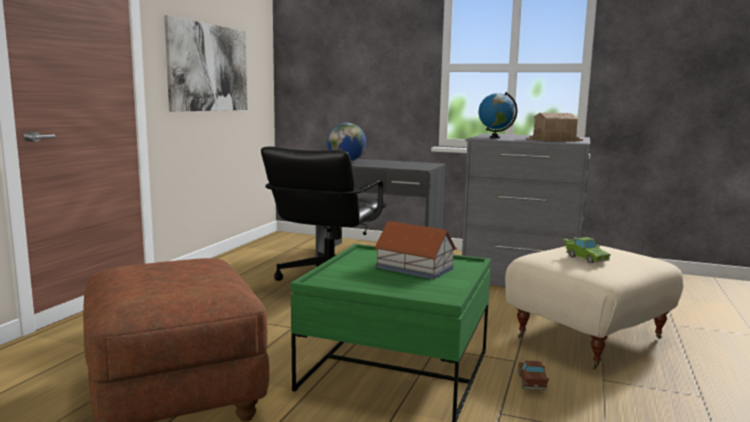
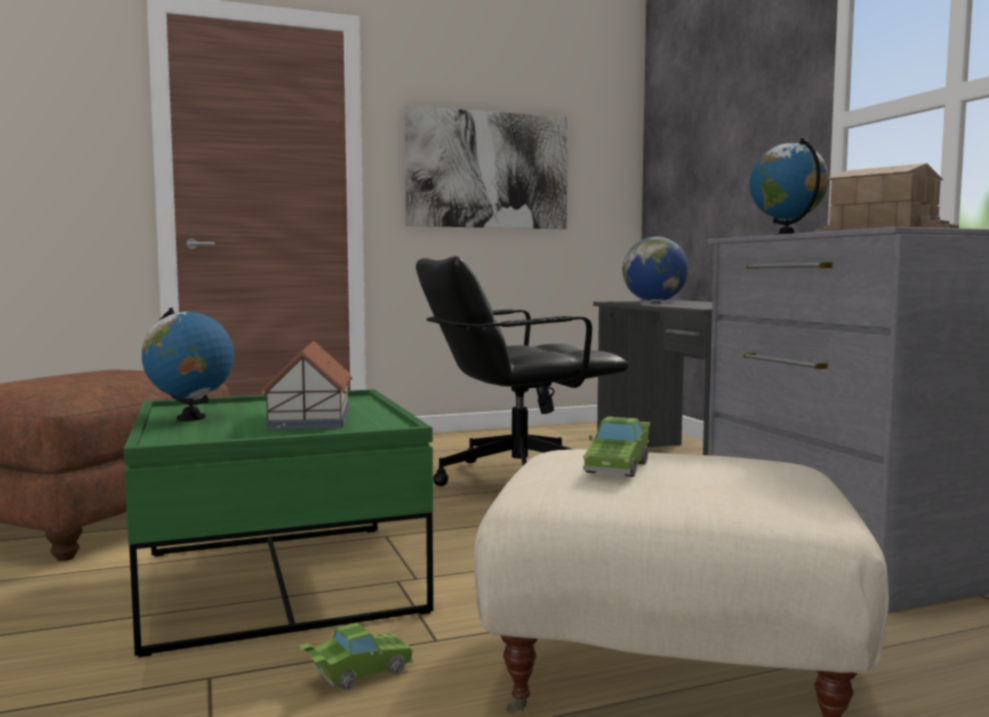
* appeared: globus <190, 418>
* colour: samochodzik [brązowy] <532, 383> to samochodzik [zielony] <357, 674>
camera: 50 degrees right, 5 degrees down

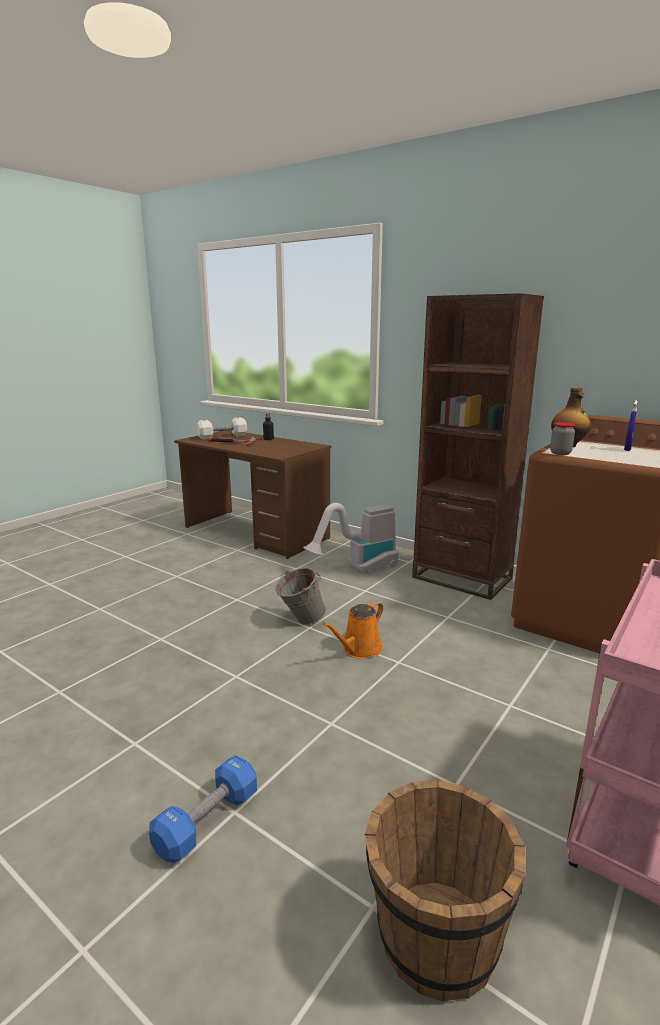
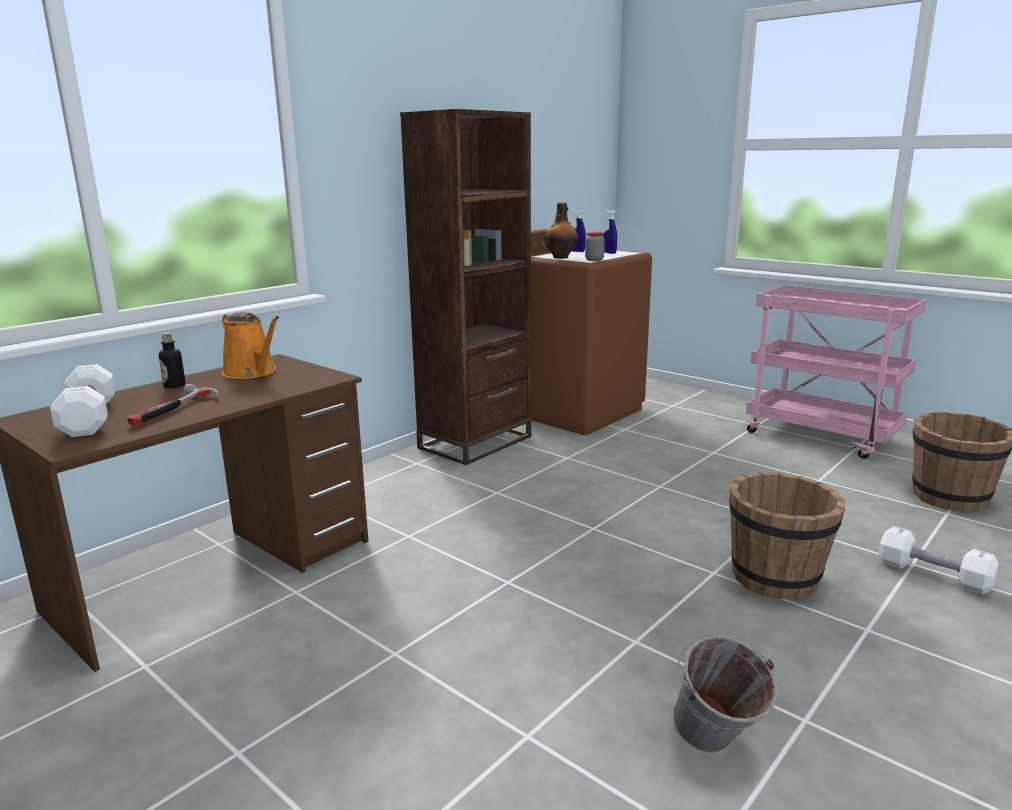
* relocated: konewka [pomarańczowy] <359, 649> to <252, 372>
* appeared: spryskiwacz [niebieski] <609, 253>
* relocated: wiadro [szary] <300, 621> to <716, 748>
* appeared: wiadro [brązowy] <776, 578>
* colour: hantel [niebieski] <207, 822> to hantel [biały] <933, 575>
* missing: odkurzacz <358, 569>
camera: 85 degrees left, 0 degrees up

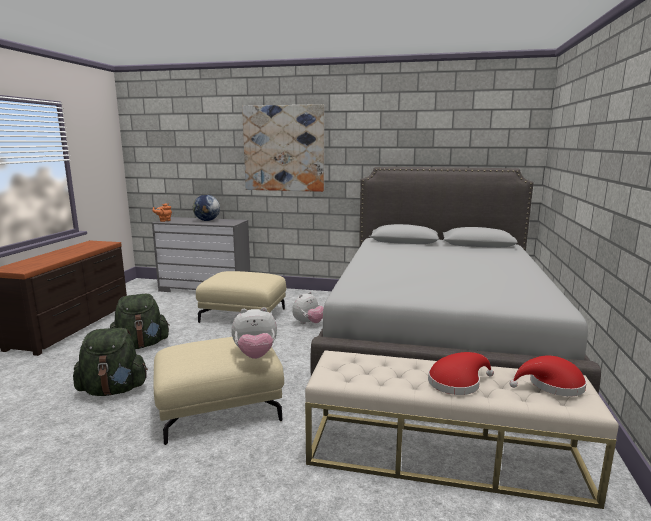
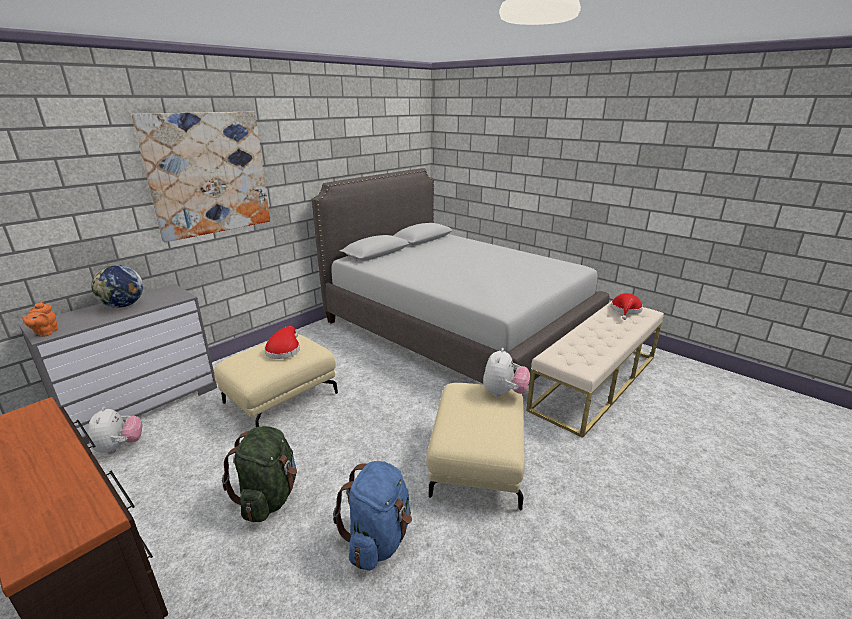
* relocated: pluszak <308, 323> to <120, 447>
* relocated: kapelusz [czerwony] <457, 382> to <284, 350>
* colour: plecak [zielony] <114, 390> to plecak [niebieski] <379, 538>
camera: 60 degrees left, 10 degrees up

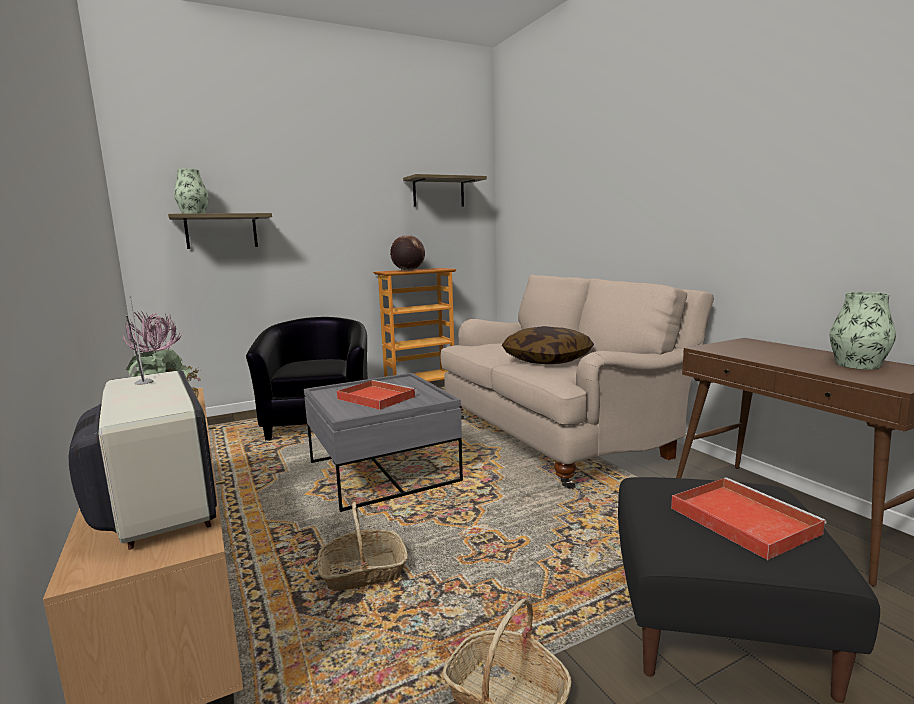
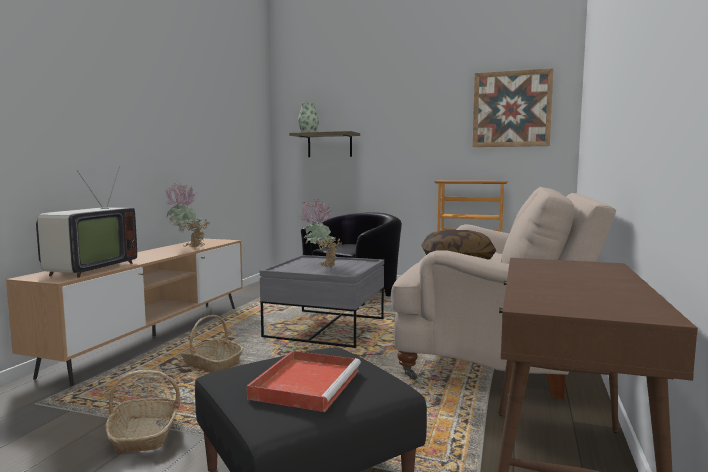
* exchanged: taca [czerwony] <375, 397> to roślina doniczkowa <320, 266>
* exchanged: półka <438, 192> to obraz <511, 109>
* missing: globus <408, 270>
* missing: wazon <857, 365>
camera: 45 degrees right, 5 degrees down

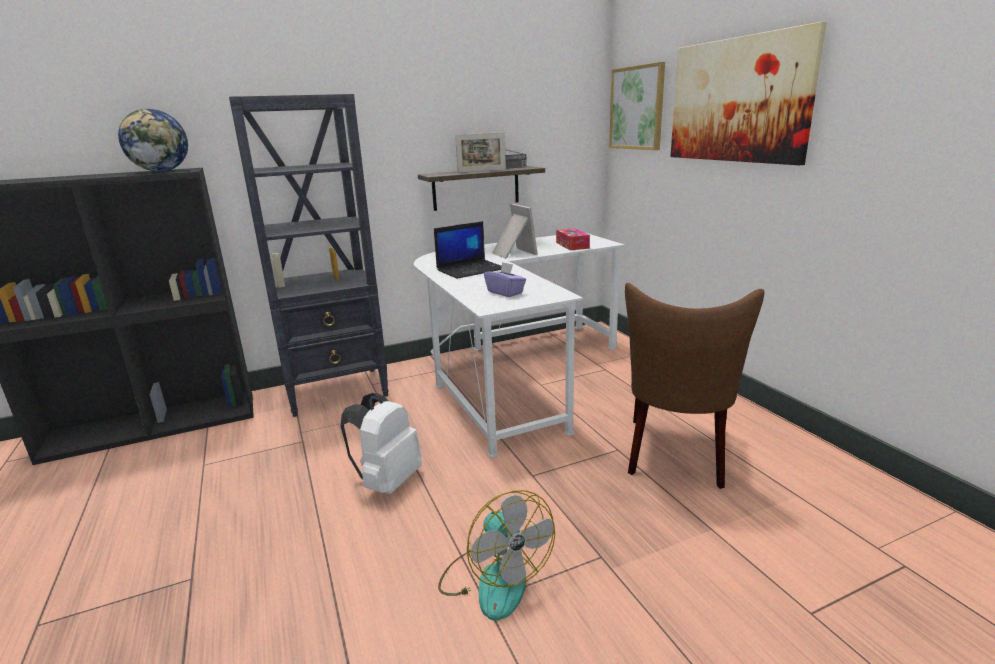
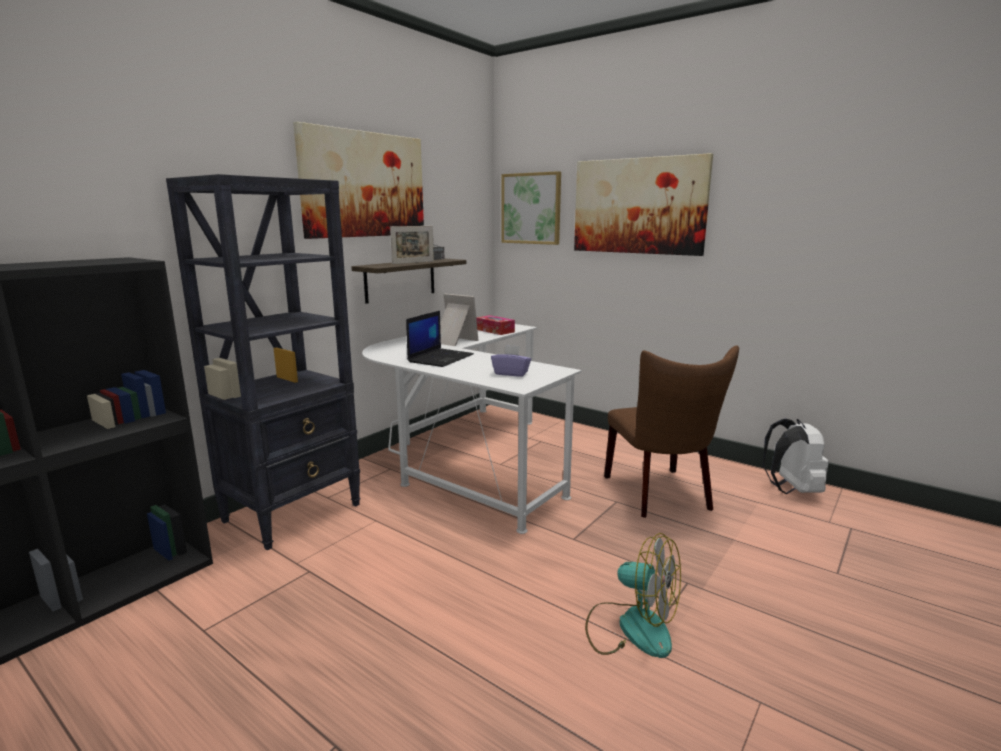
* appeared: obraz <364, 185>
* relocated: plecak [biały] <387, 481> to <791, 490>
* missing: globus <162, 171>
camera: 30 degrees left, 5 degrees down

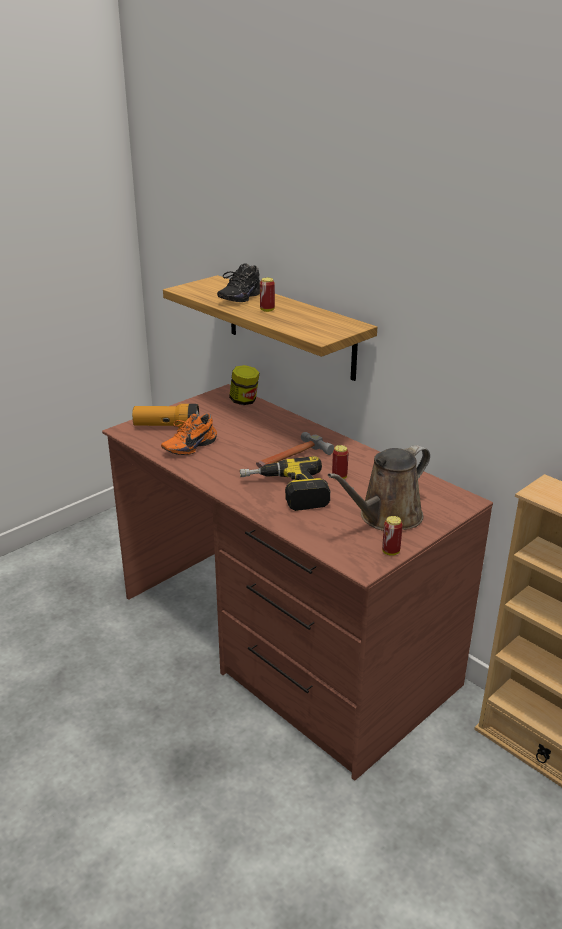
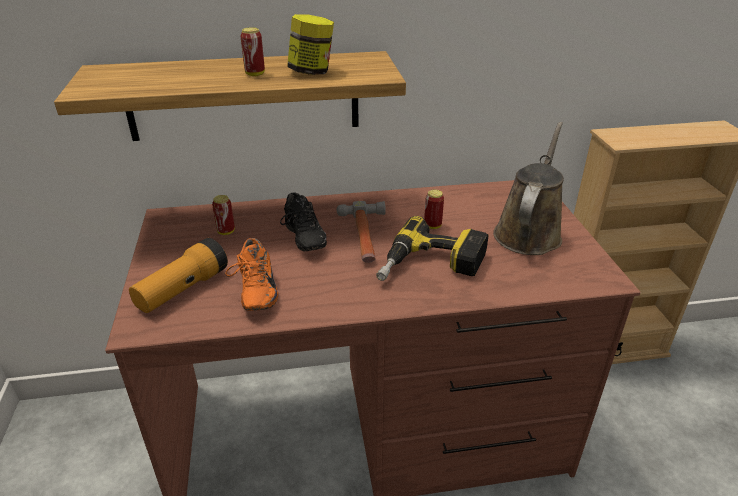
* relocated: puszka <390, 552> to <226, 232>
* relocated: but [czarny] <239, 298> to <302, 239>
* relocated: słoik <244, 401> to <312, 72>
* spun: konewka [brązowy] <386, 517> = <528, 232> 150 degrees counterclockwise
camera: 55 degrees left, 5 degrees up

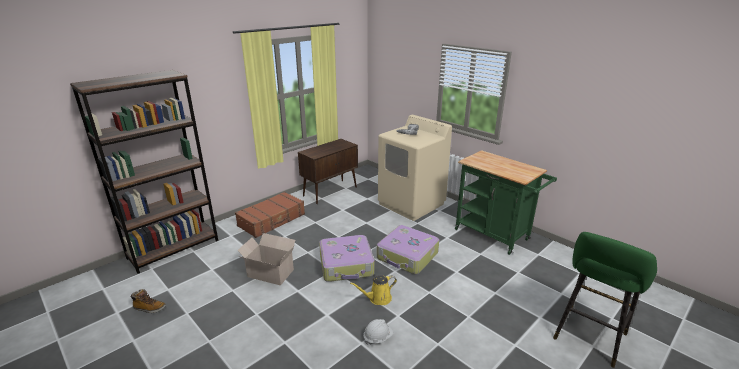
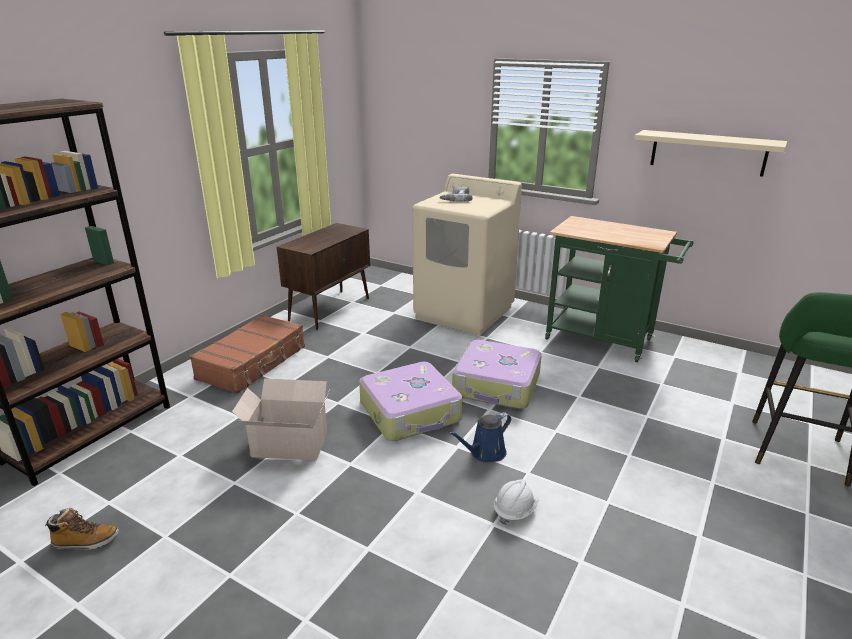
* colour: konewka [żółty] <378, 298> to konewka [niebieski] <485, 453>
* appeared: półka [beżowy] <708, 152>
camera: 15 degrees left, 0 degrees up

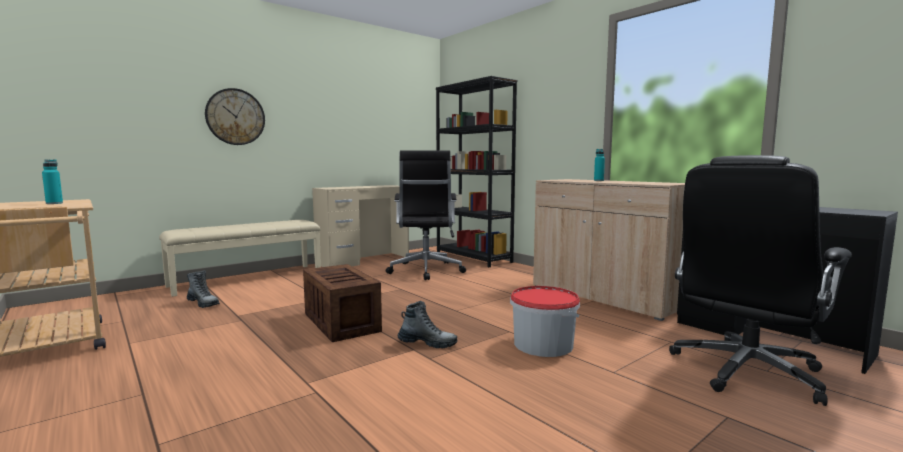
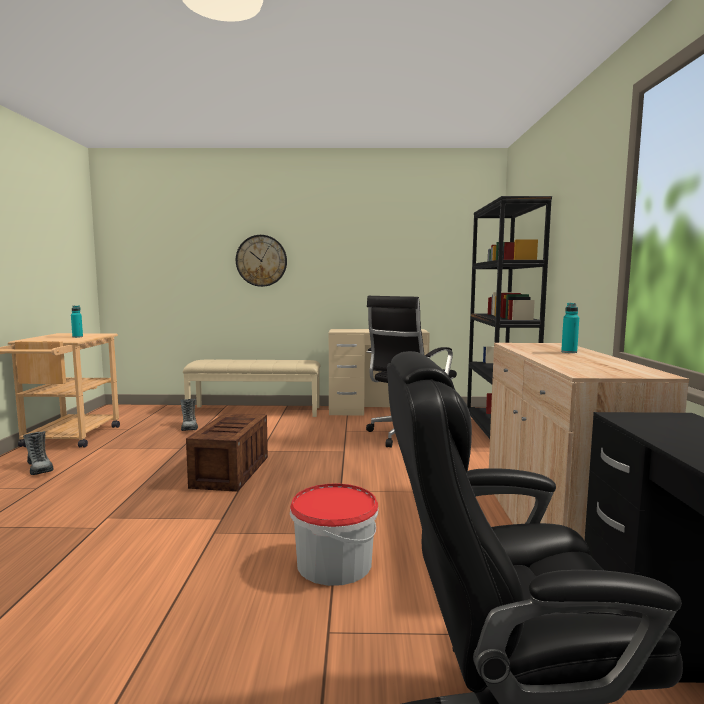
* relocated: but z cholewką <427, 343> to <39, 468>
camera: 40 degrees right, 0 degrees up

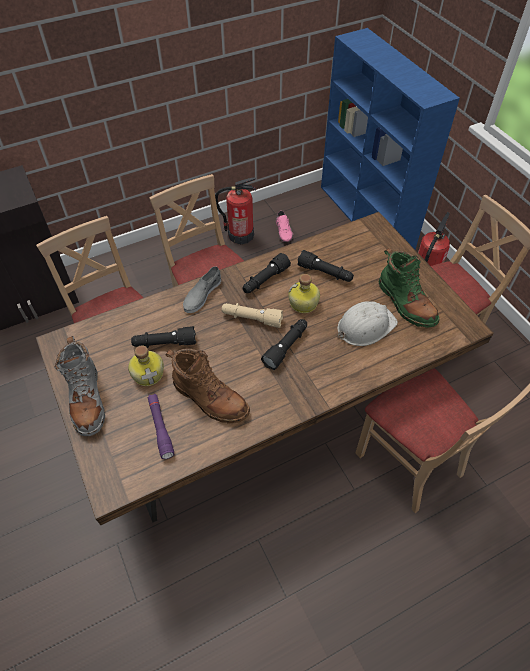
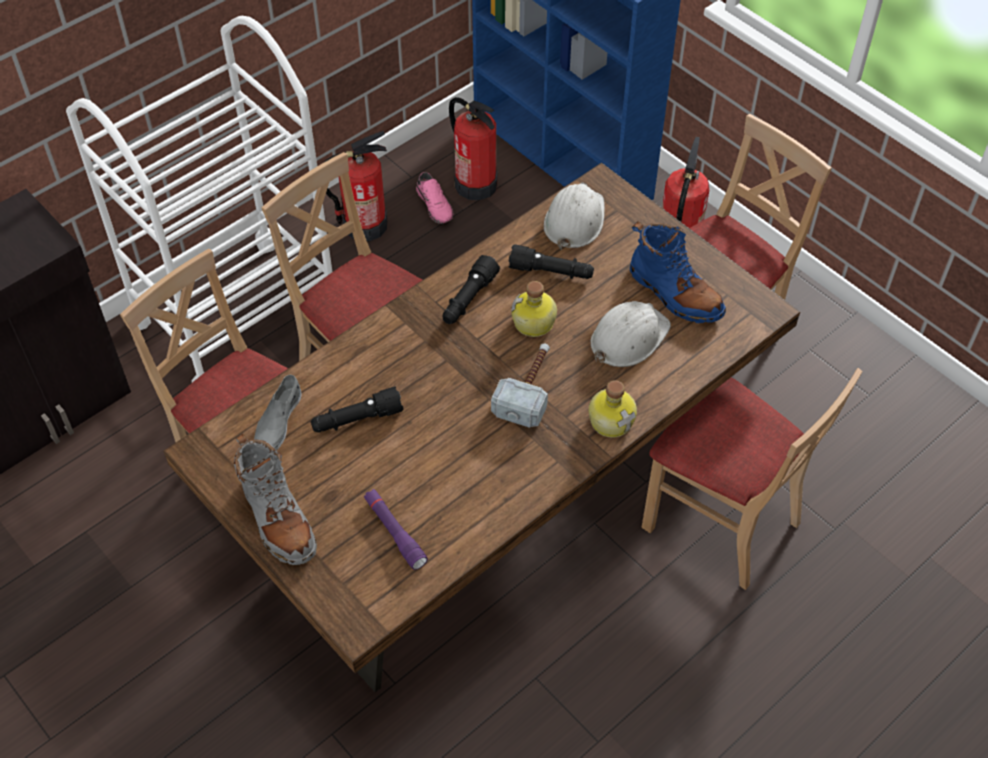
* appeared: wózek [biały] <237, 315>
* relocated: but [szary] <202, 294> to <278, 421>
* appeared: gaśnica <475, 184>
* exchanged: latarka [czarny] <286, 347> to młotek <529, 389>
* appeared: kask [biały] <574, 220>
* relocated: butelka <149, 373> to <611, 420>
* colour: but z cholewką [zielony] <405, 303> to but z cholewką [niebieski] <674, 293>
* missing: but z cholewką [brązowy] <210, 398>
* missing: latarka [beżowy] <252, 319>
camera: 15 degrees left, 0 degrees up

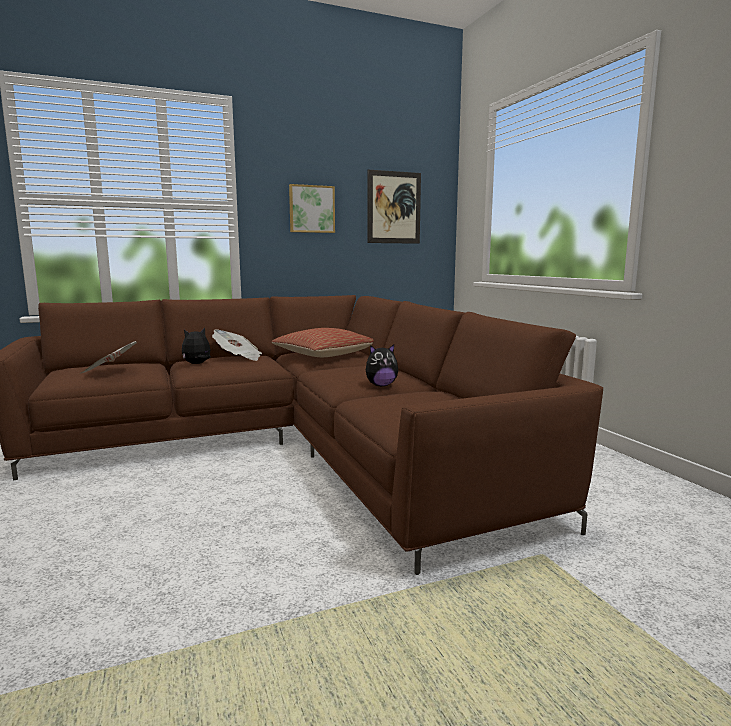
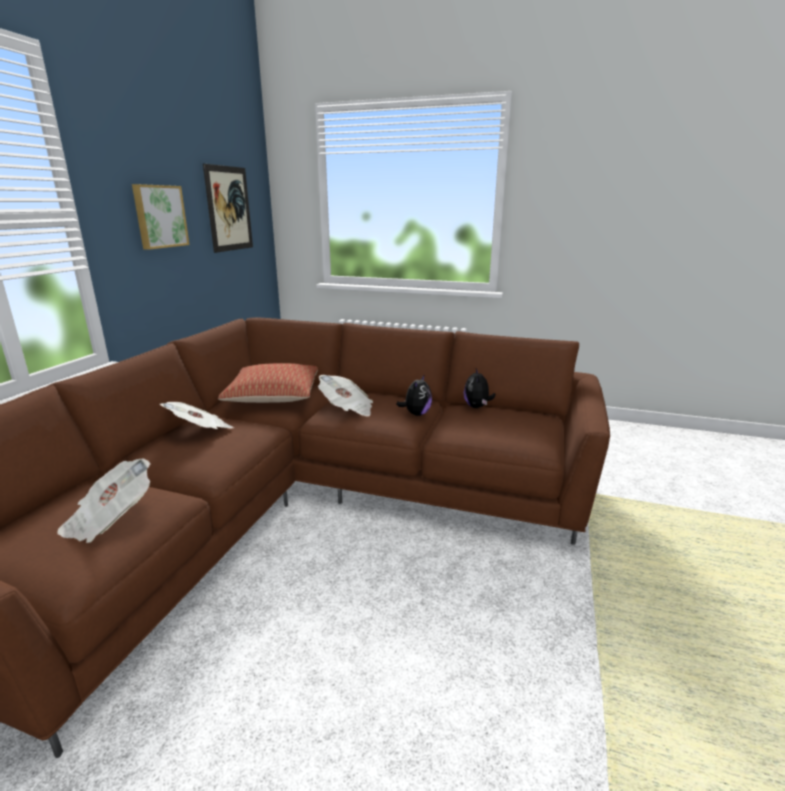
* appeared: gazeta <347, 409>
* relocated: pluszak <197, 364> to <477, 407>
camera: 50 degrees left, 10 degrees up

